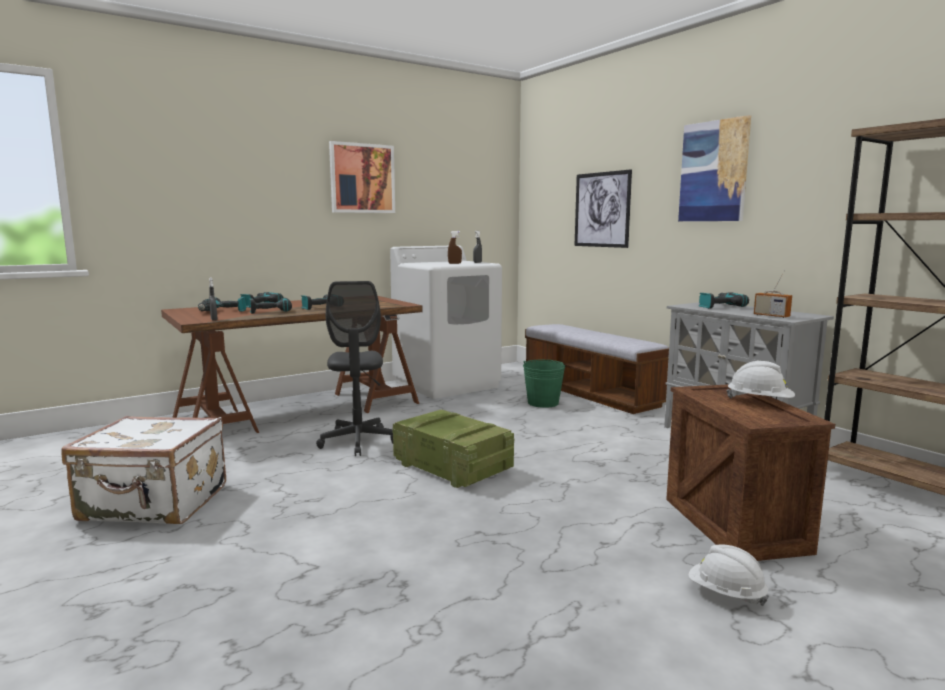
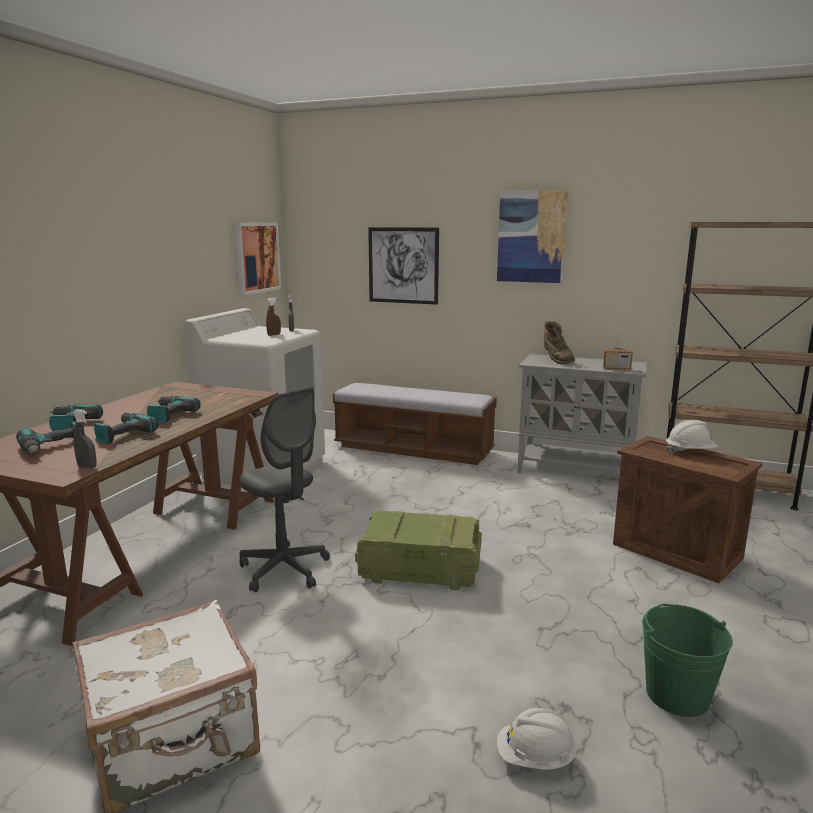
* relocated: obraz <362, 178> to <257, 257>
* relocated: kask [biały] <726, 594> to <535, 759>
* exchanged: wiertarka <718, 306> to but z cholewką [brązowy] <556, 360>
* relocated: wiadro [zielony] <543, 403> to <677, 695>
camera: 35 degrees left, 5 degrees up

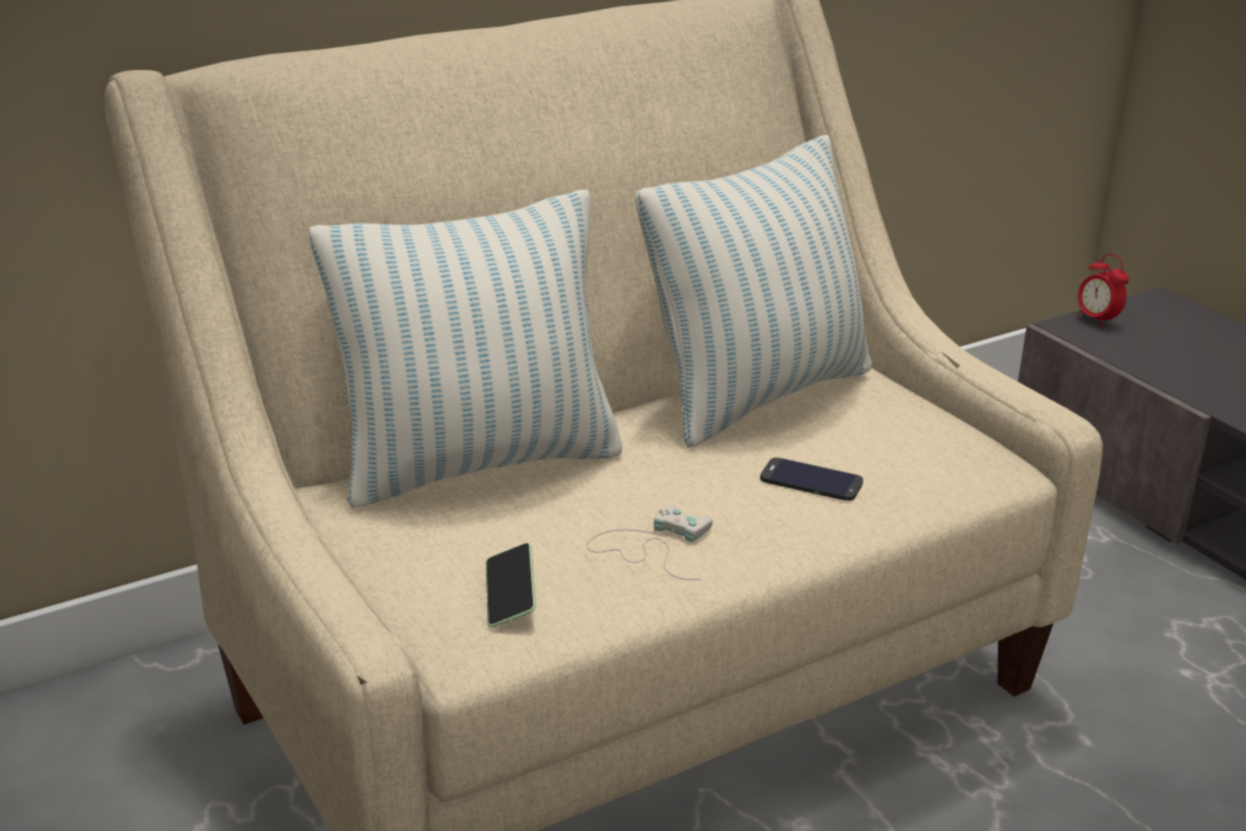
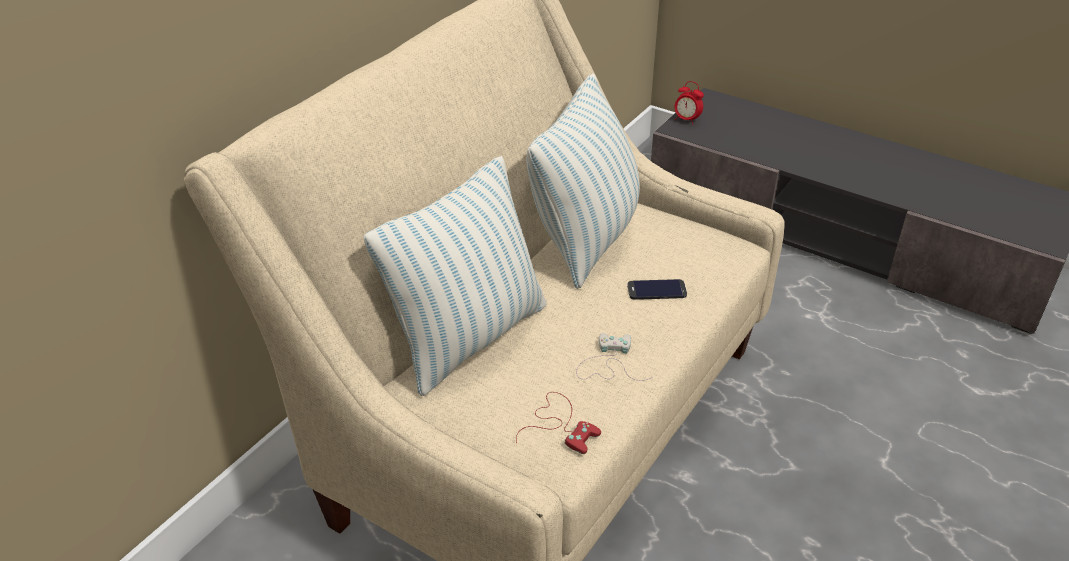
* exchanged: telefon <510, 597> to pad do gier [czerwony] <560, 425>
camera: 25 degrees left, 10 degrees up

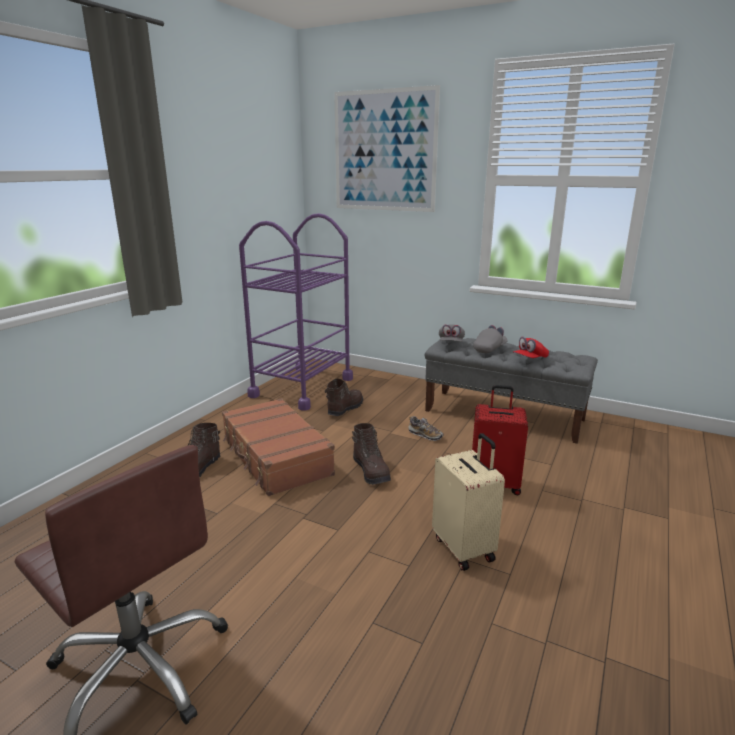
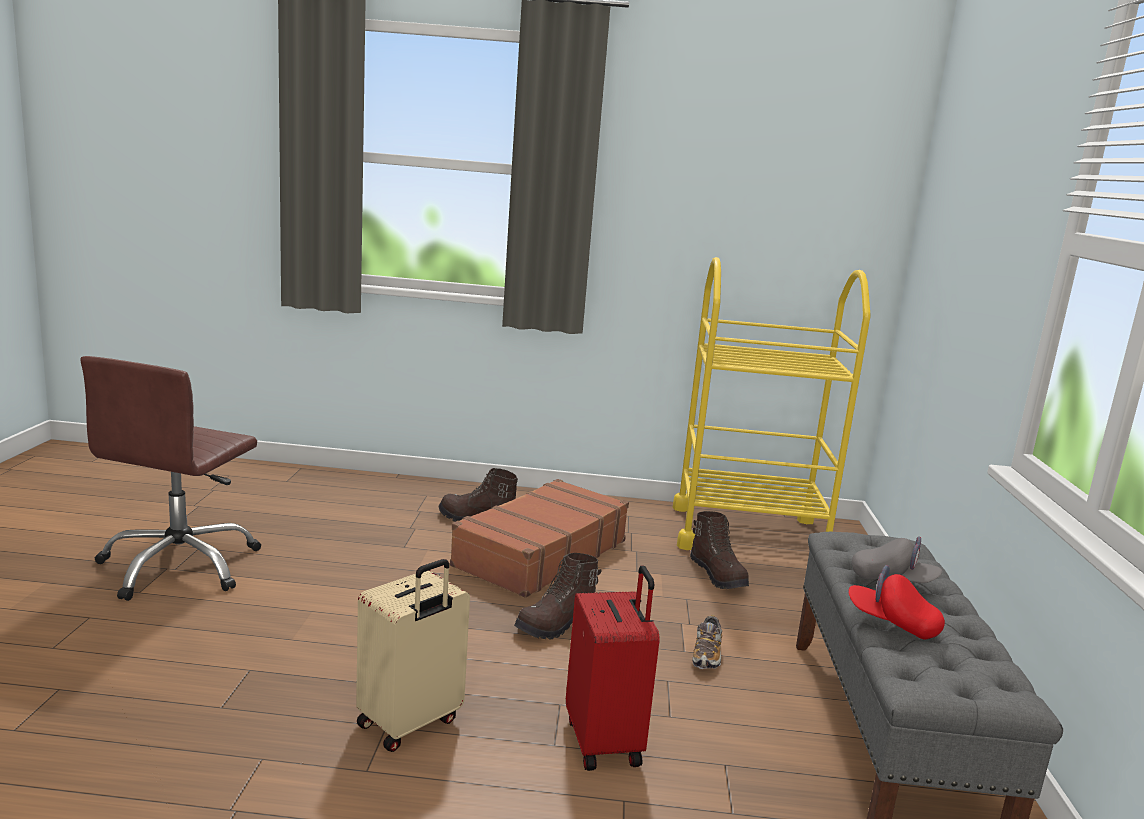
* colour: wózek [fioletowy] <302, 387> to wózek [żółty] <748, 533>
* spun: but z cholewką [brązowy] <344, 409> = <718, 575> 60 degrees clockwise
* missing: obraz <384, 151>
* missing: czapka z daszkiem [szary] <451, 343>
camera: 65 degrees right, 5 degrees down

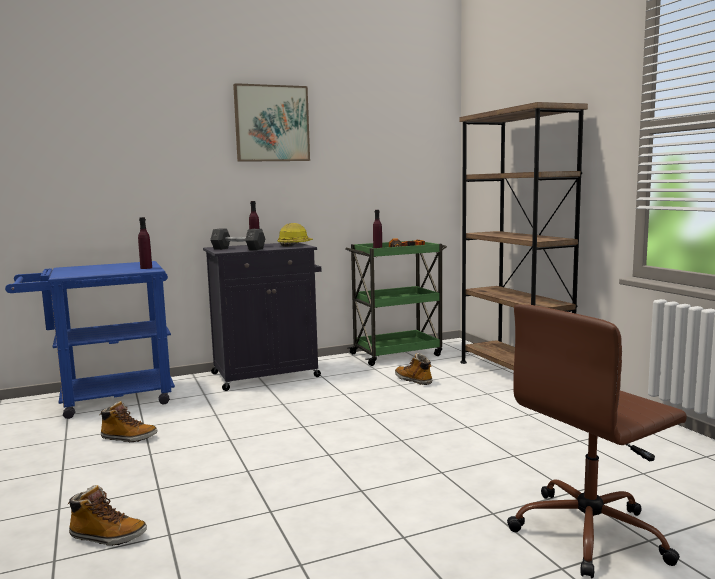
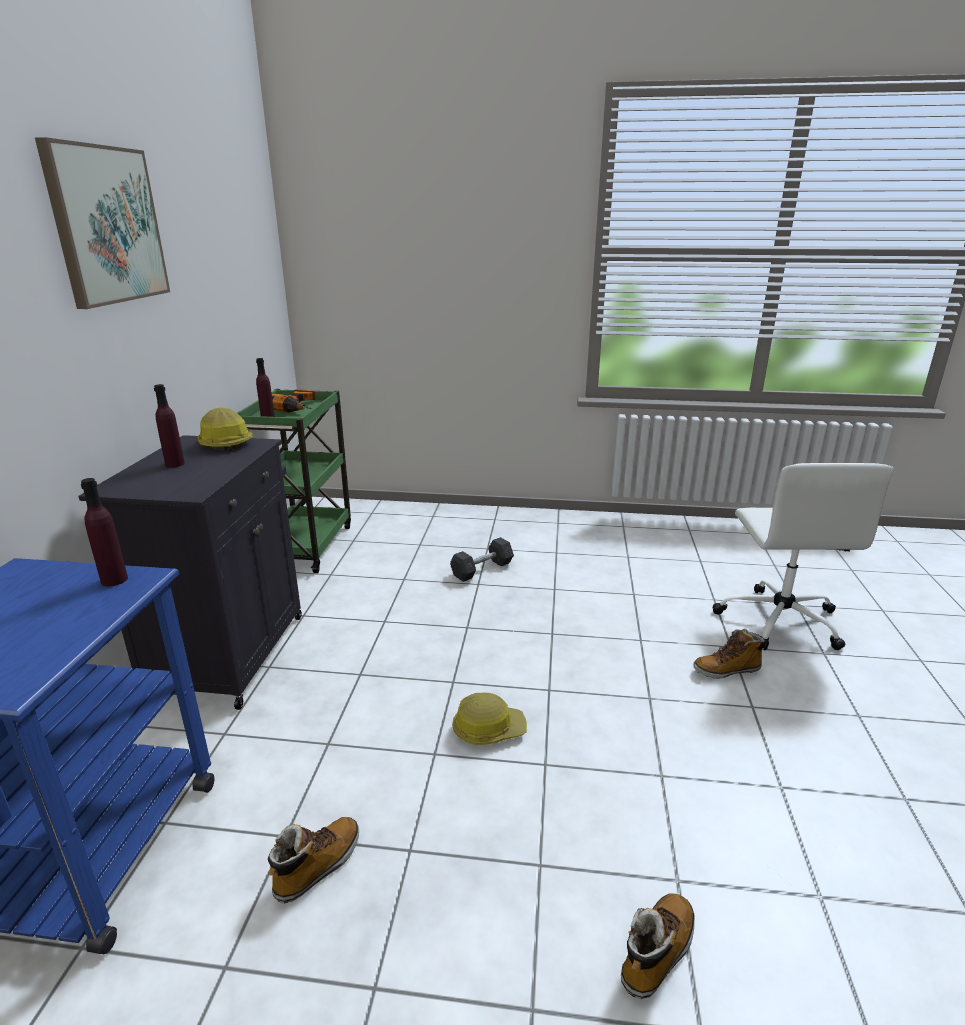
* relocated: hantel [szary] <238, 249> to <482, 569>
* appeared: kask <488, 729>
* relocated: but z cholewką <413, 380> to <726, 670>
* colour: krzesło biurowe [brązowy] <591, 533> to krzesło biurowe [biały] <779, 620>
* missing: regał [brązowy] <513, 373>
camera: 60 degrees left, 15 degrees up

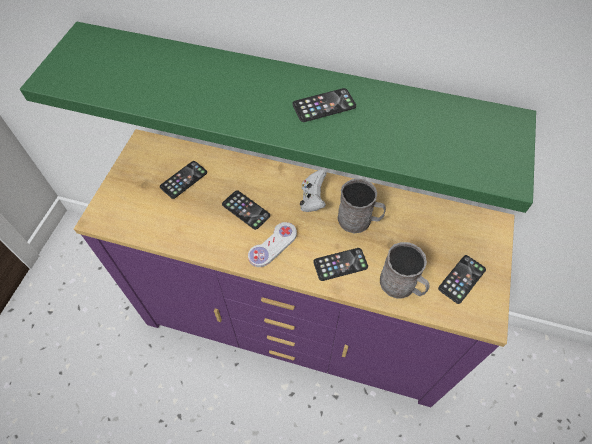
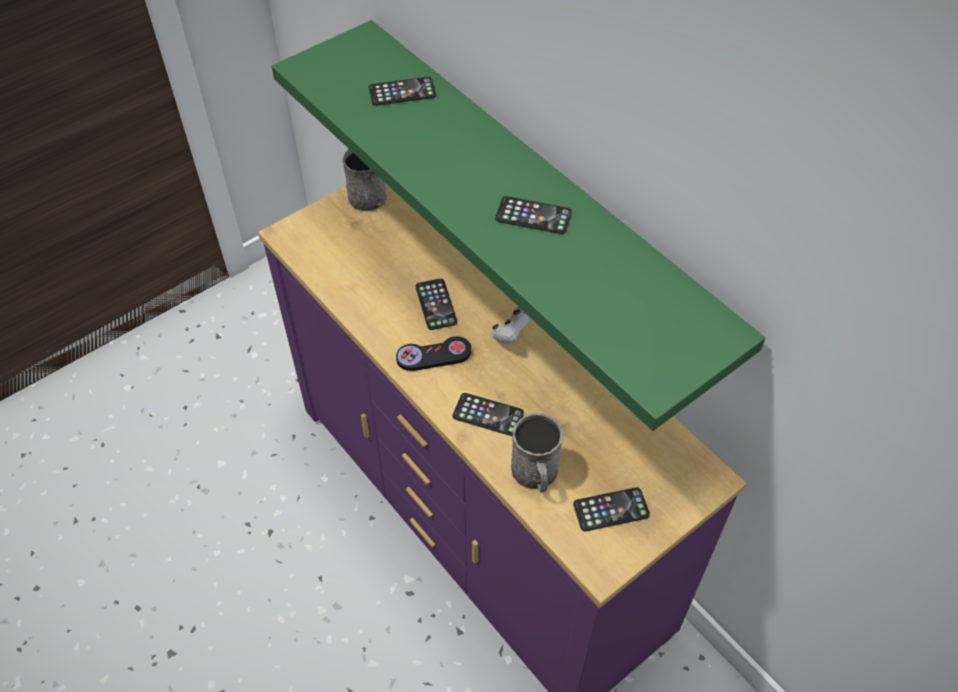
* relocated: kubek [szary] <359, 220> to <371, 201>
* relocated: telefon <184, 180> to <402, 92>
* colour: pad do gier [biały] <273, 245> to pad do gier [czarny] <434, 355>
camera: 35 degrees right, 5 degrees down

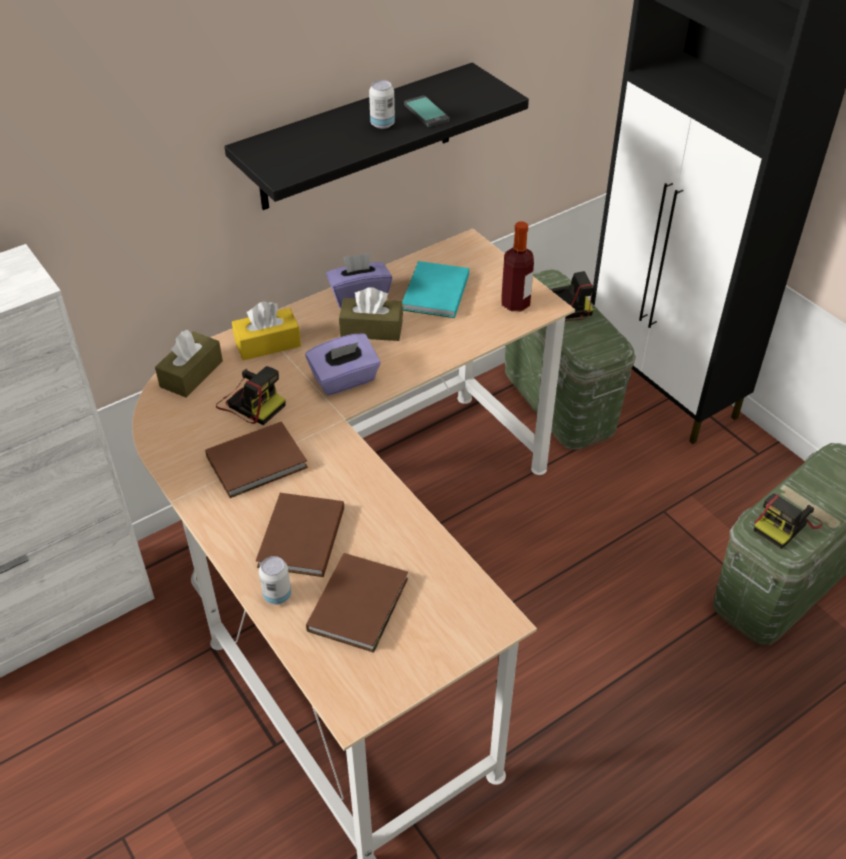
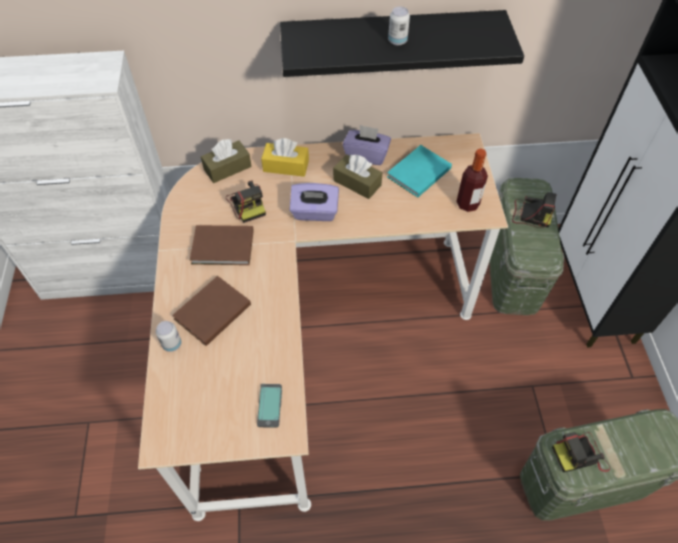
* relocated: telefon <426, 112> to <270, 405>
* missing: książka [brązowy] <361, 602>
camera: 30 degrees right, 10 degrees up

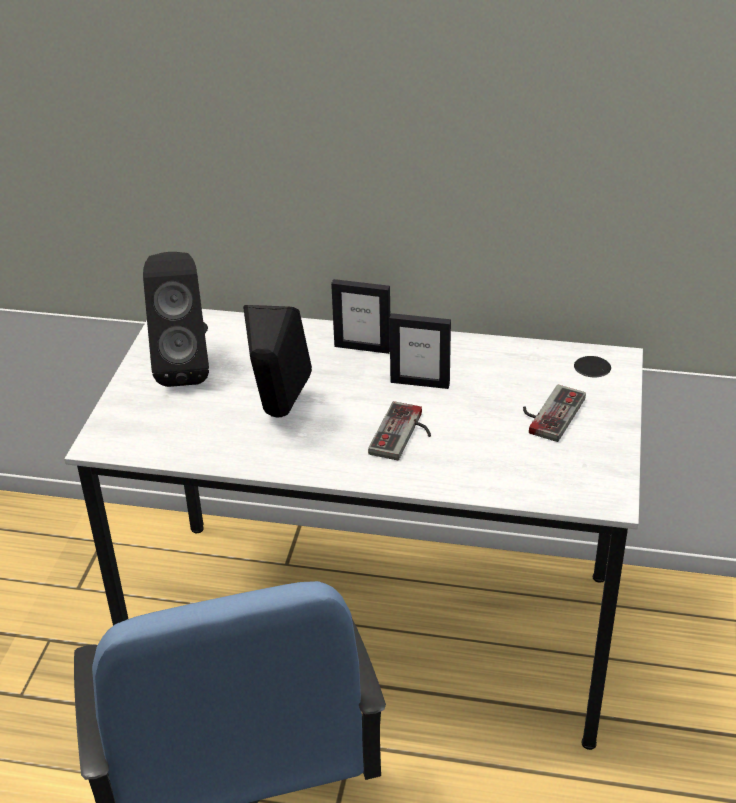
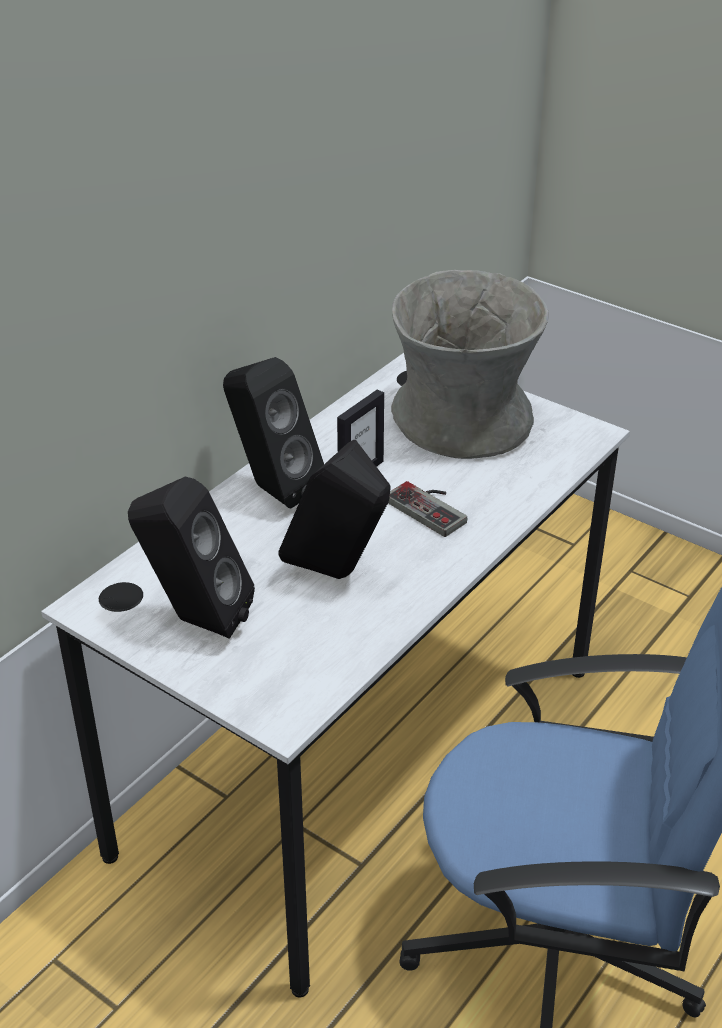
* exchanged: ramka na zdjęcie <362, 347> to głośnik [czarny] <272, 489>
* exchanged: pad do gier <548, 412> to wazon [szary] <462, 421>
camera: 65 degrees left, 0 degrees up

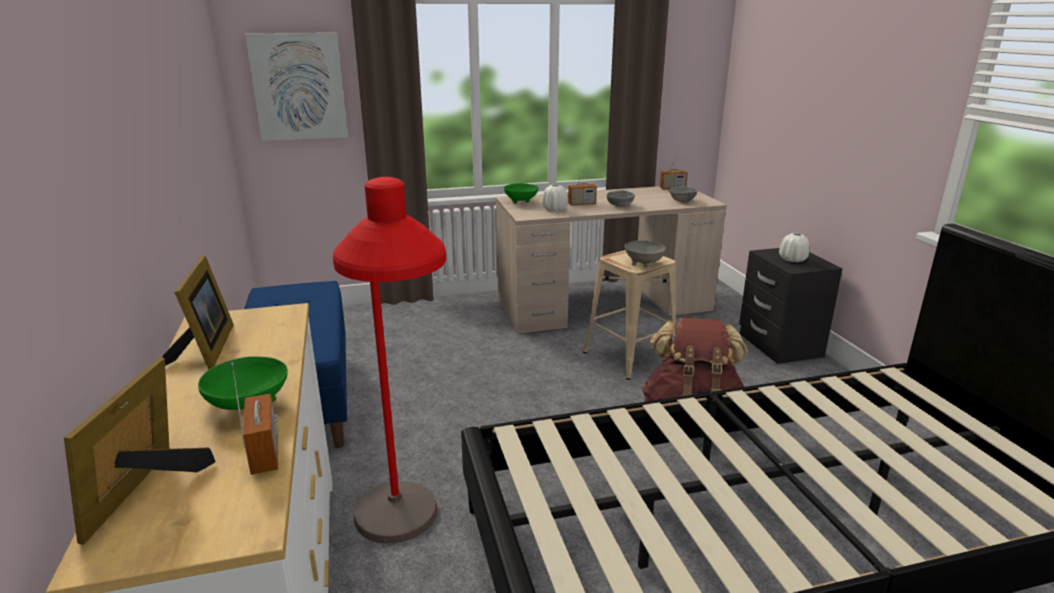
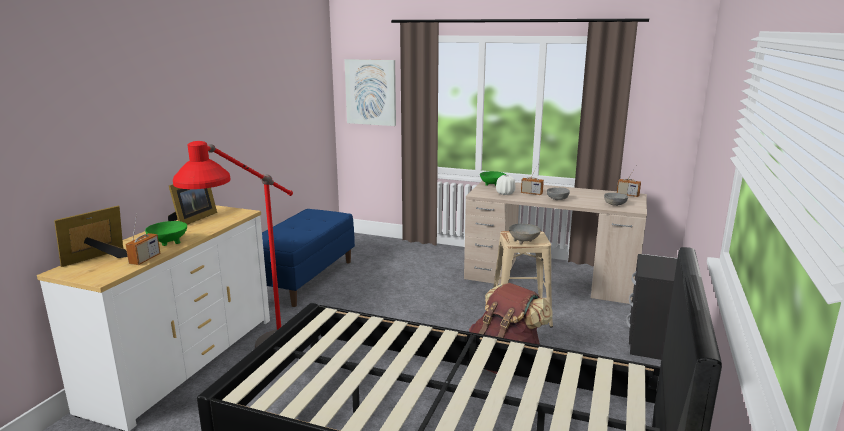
* missing: wazon [biały] <792, 259>
camera: 35 degrees right, 5 degrees down

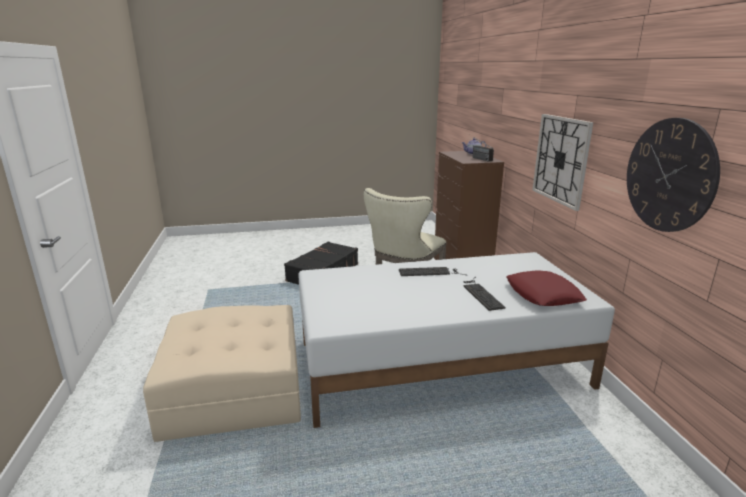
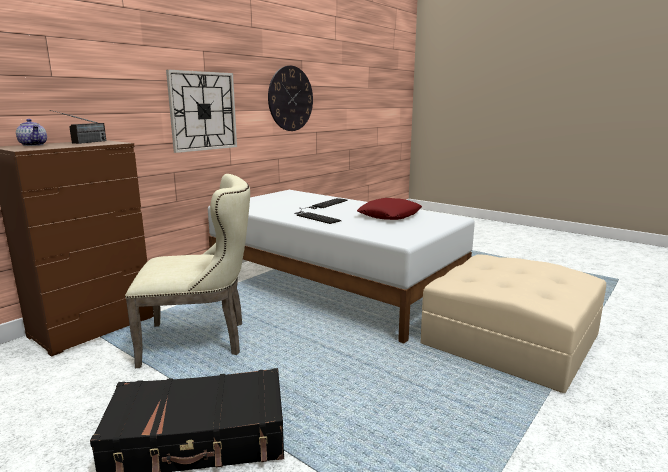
* relocated: poduszka [czerwony] <543, 295> to <389, 215>
camera: 130 degrees left, 5 degrees down

